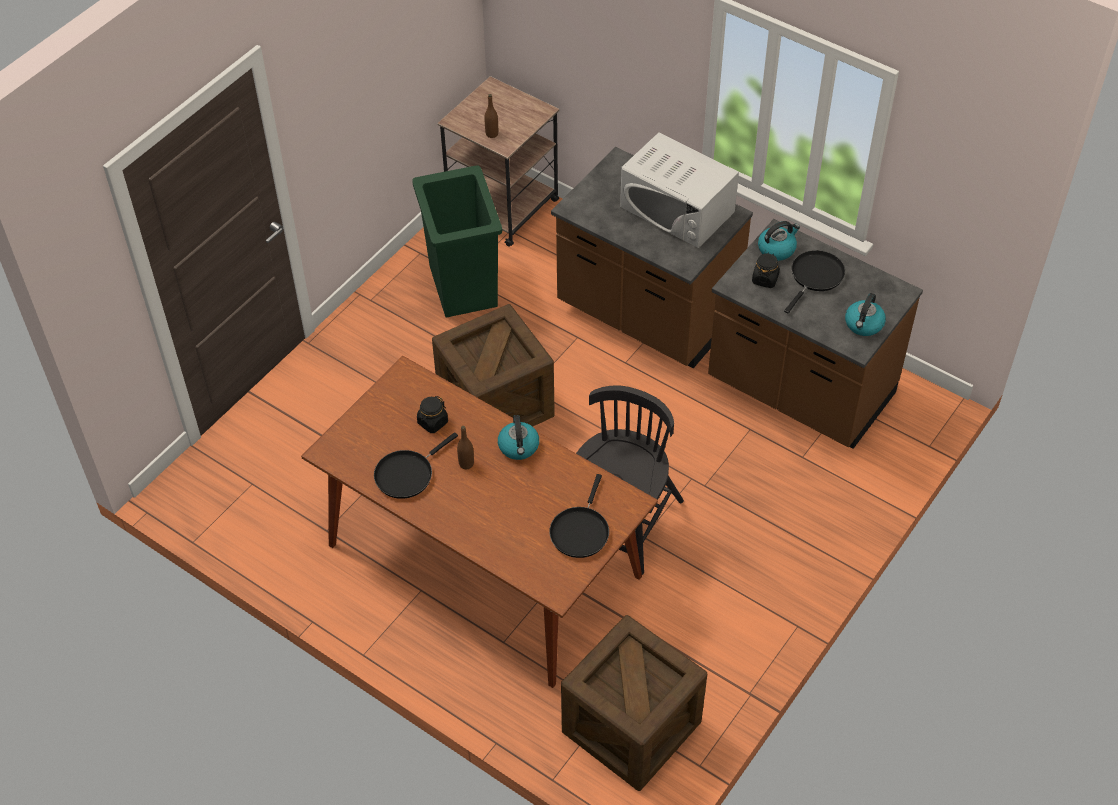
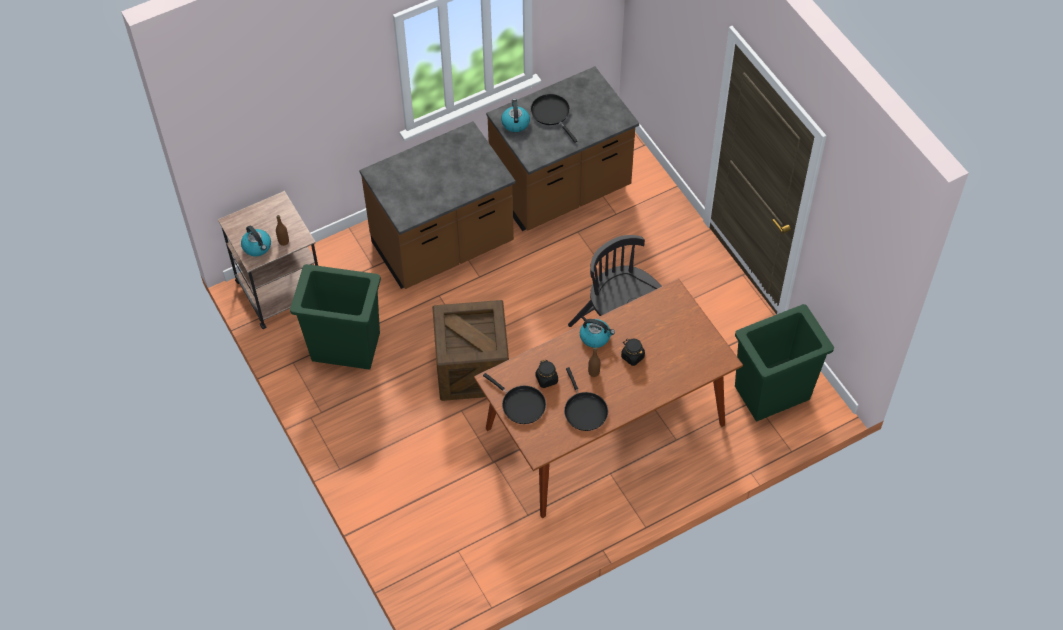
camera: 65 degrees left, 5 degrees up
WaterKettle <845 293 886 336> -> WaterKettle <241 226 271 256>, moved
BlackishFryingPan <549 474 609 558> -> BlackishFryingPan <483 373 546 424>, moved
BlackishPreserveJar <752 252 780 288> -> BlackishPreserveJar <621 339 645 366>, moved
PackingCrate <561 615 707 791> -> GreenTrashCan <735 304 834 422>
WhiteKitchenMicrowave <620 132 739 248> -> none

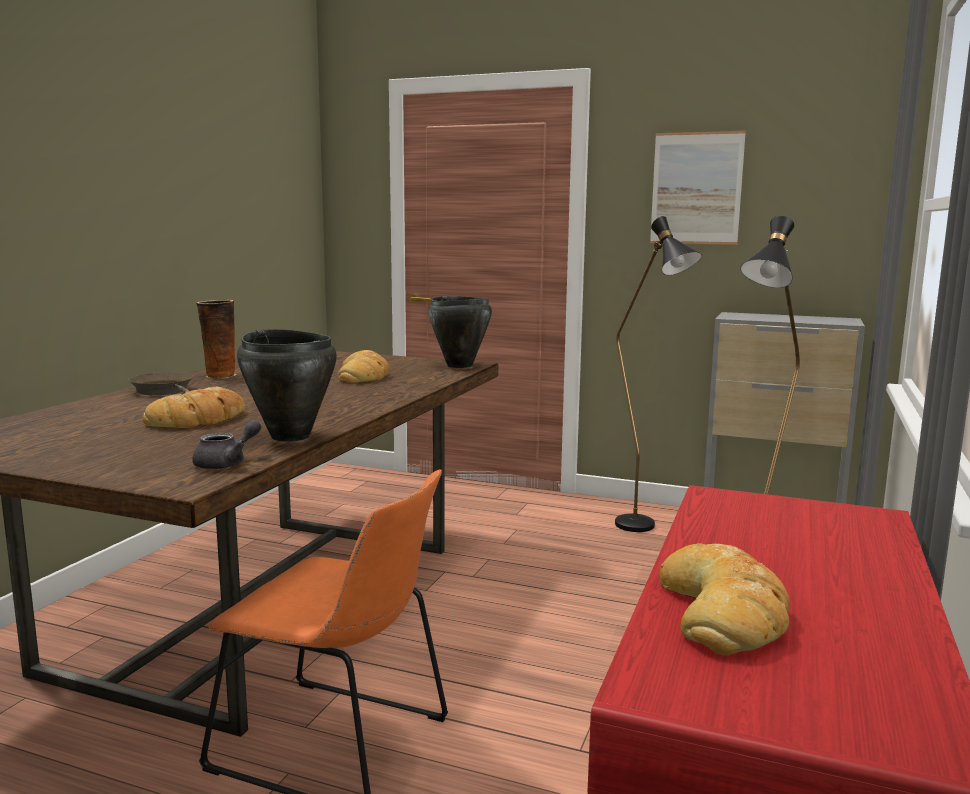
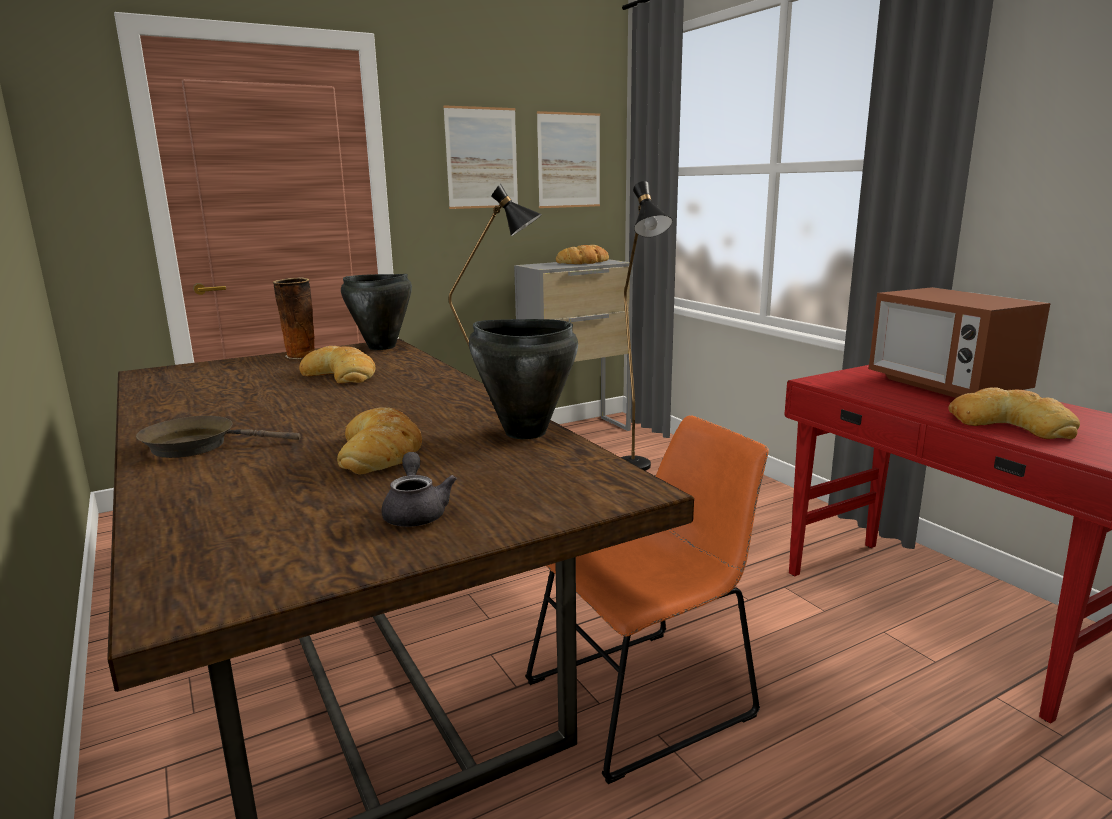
camera: 50 degrees left, 5 degrees up
DecorativeVase <196 300 237 379> -> DecorativeVase <273 277 315 359>, moved
GrayTeaPot <192 419 261 470> -> GrayTeaPot <381 452 457 527>, moved
none -> WallArt <537 111 600 208>
none -> BakeryBread <556 245 609 264>
none -> KitchenMicrowave <869 287 1051 398>

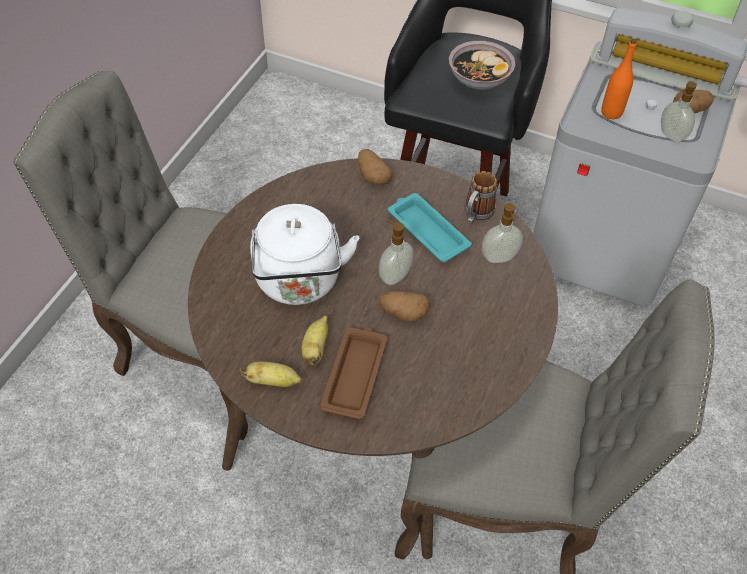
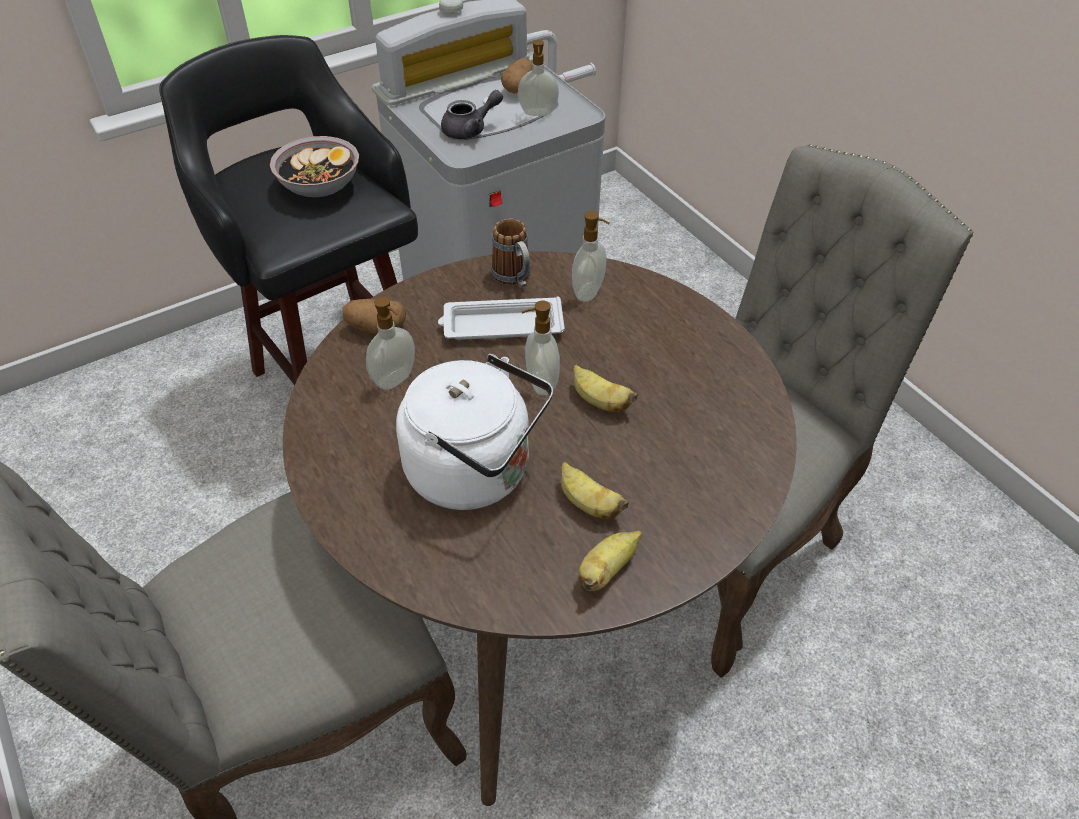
camera: 55 degrees left, 5 degrees down
none -> LiquidSoapBottle <366 296 415 390>
BlueGreenCarryingTray <388 193 472 262> -> WhiteCarryingTray <438 296 565 340>
OrangeyDrinkBottle <601 39 637 119> -> GrayTeaPot <441 90 503 139>
Potato <379 291 430 321> -> BananaFruit <573 365 638 412>
BrownCarryingTray <320 327 387 419> -> none

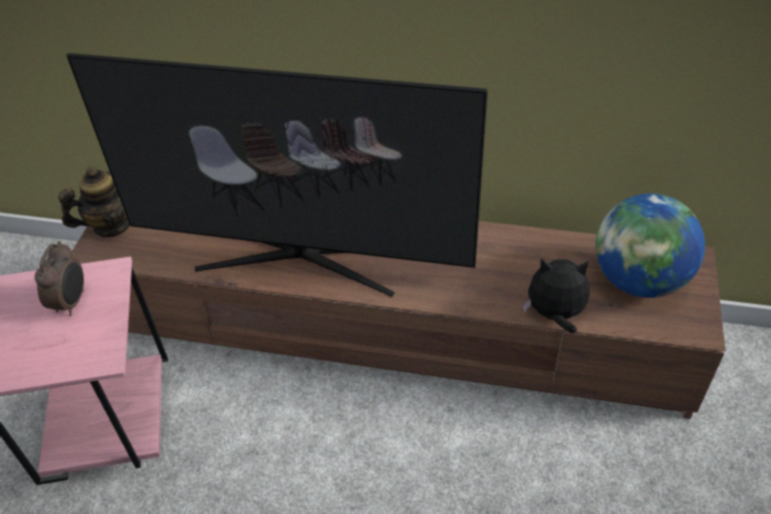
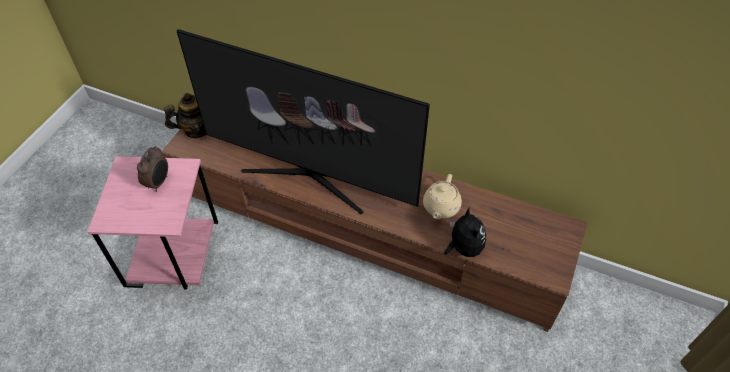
camera: 10 degrees right, 5 degrees up
none -> SandColouredTeaPot <423 174 462 220>
SoftToy <523 258 590 333> -> SoftToy <444 207 486 257>, 60 degrees clockwise
DeskGlobe <596 193 705 298> -> none

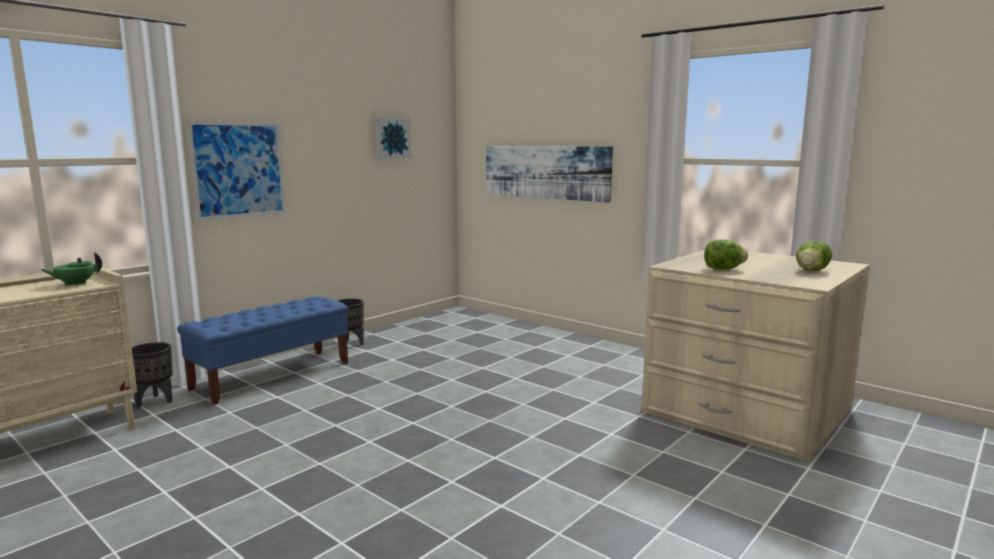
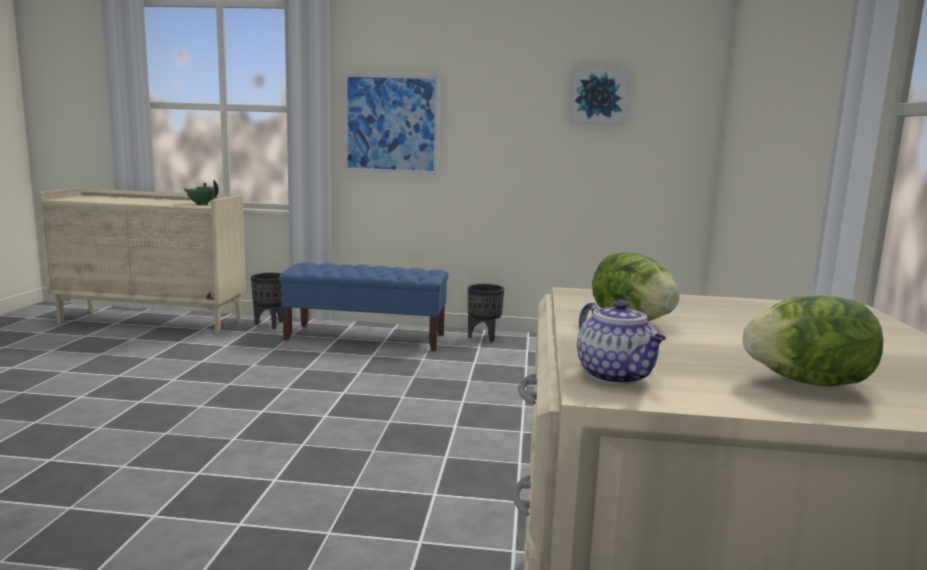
camera: 55 degrees right, 0 degrees up
none -> TeaPot <577 300 666 384>
WallArt <486 146 613 203> -> none

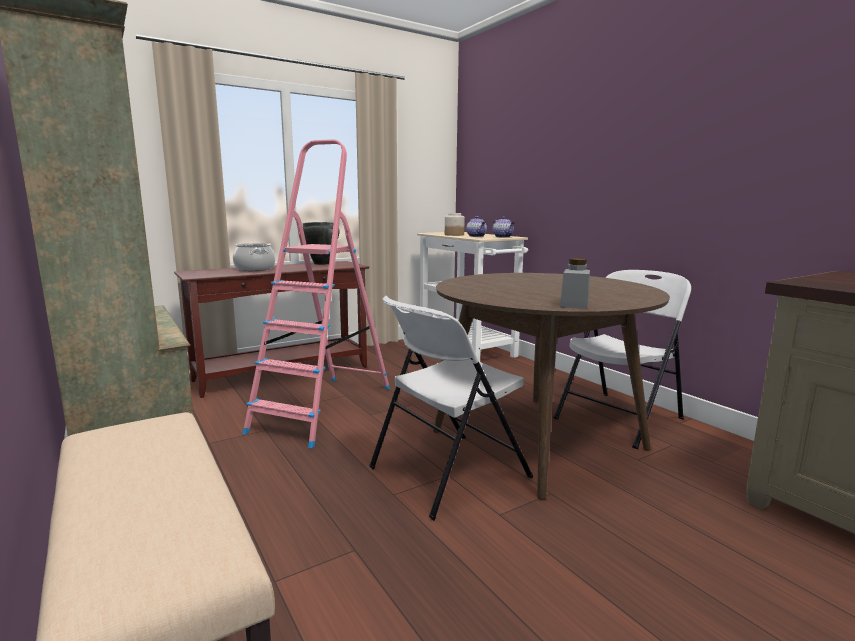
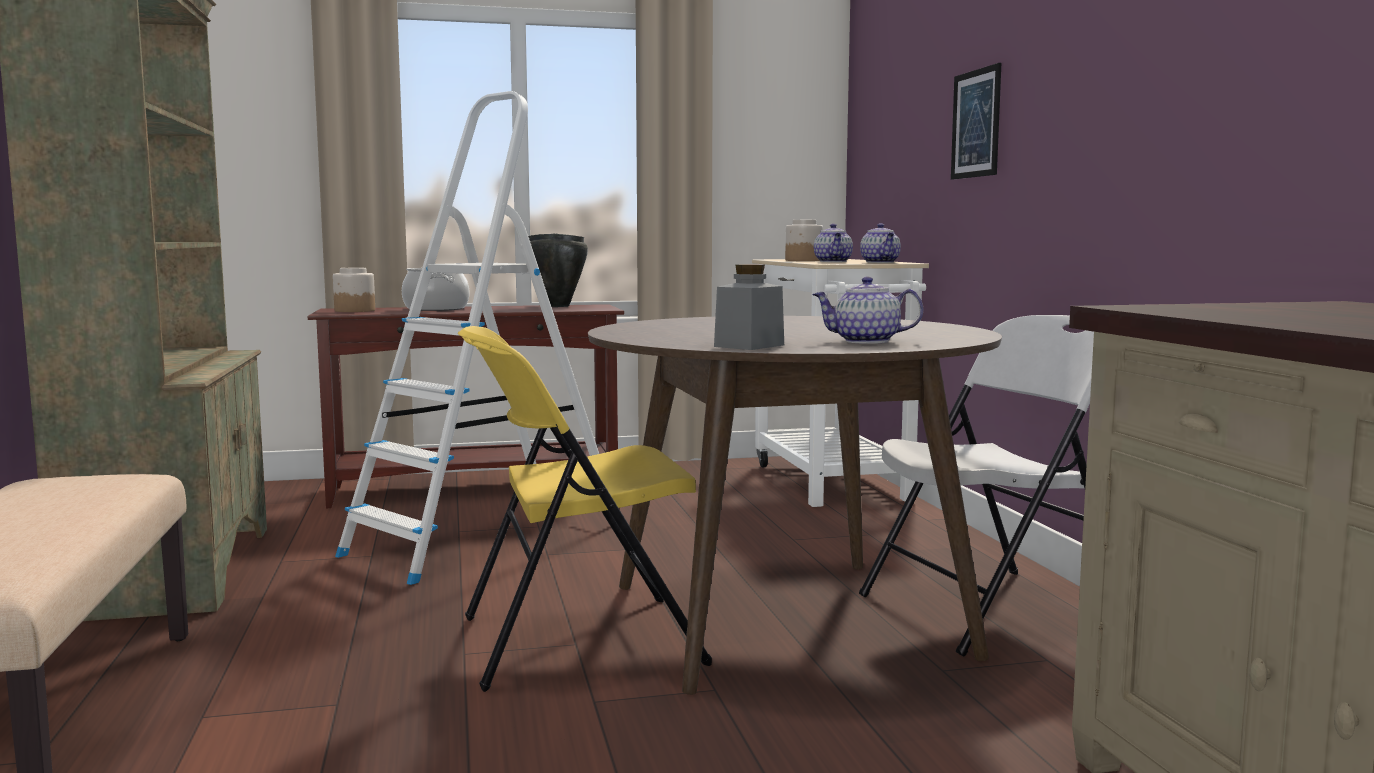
camera: 20 degrees right, 5 degrees down
none -> PreserveJar <333 268 375 312>
PinkishStepStool <242 139 390 449> -> WhiteStepStool <335 91 599 585>
WhitePlainChair <369 296 533 521> -> YellowPlainChair <458 326 712 692>
none -> TeaPot <813 277 923 344>
none -> WallArt <951 63 1001 180>

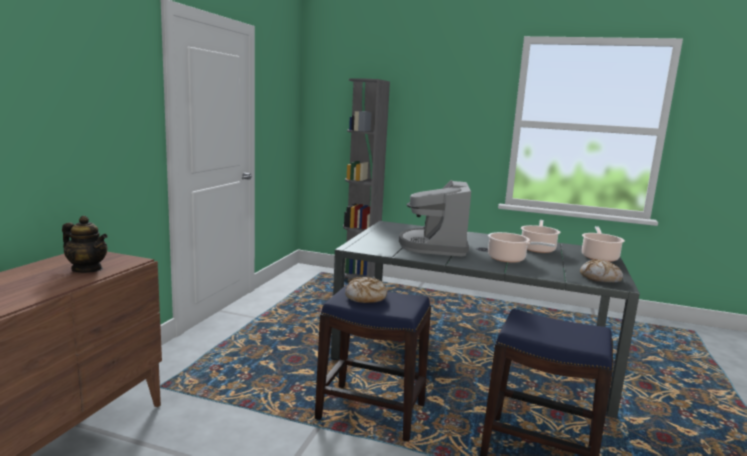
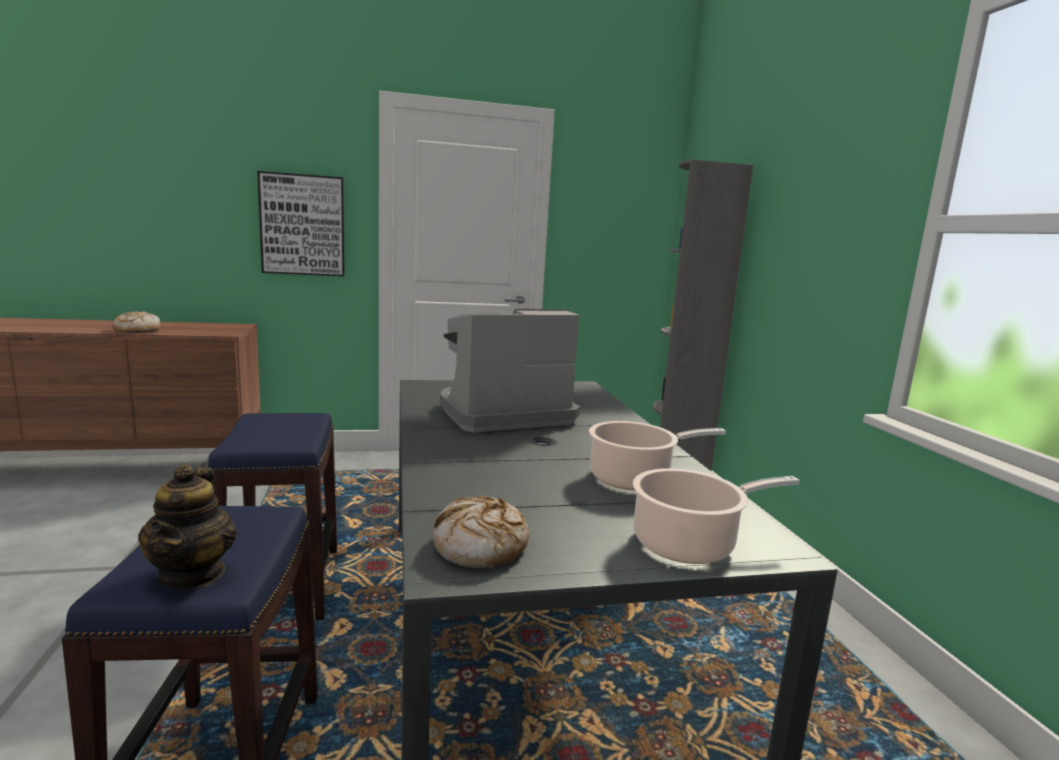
camera: 60 degrees right, 0 degrees up
BakeryBread <345 277 387 303> -> BakeryBread <112 311 161 333>, moved
TeaPot <62 216 108 273> -> TeaPot <138 464 237 590>, moved
none -> WallArt <257 171 345 276>
CookingPot <488 232 555 263> -> none

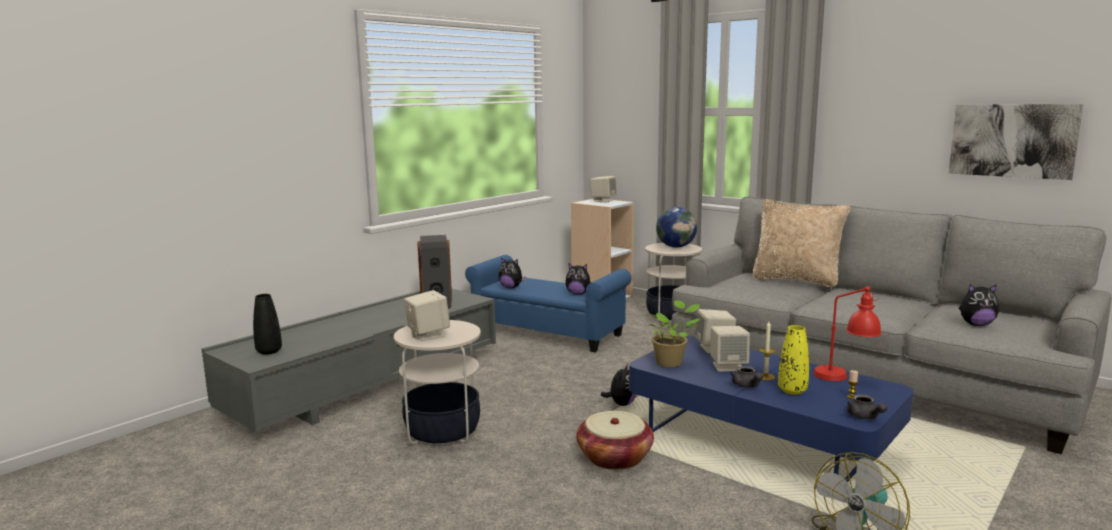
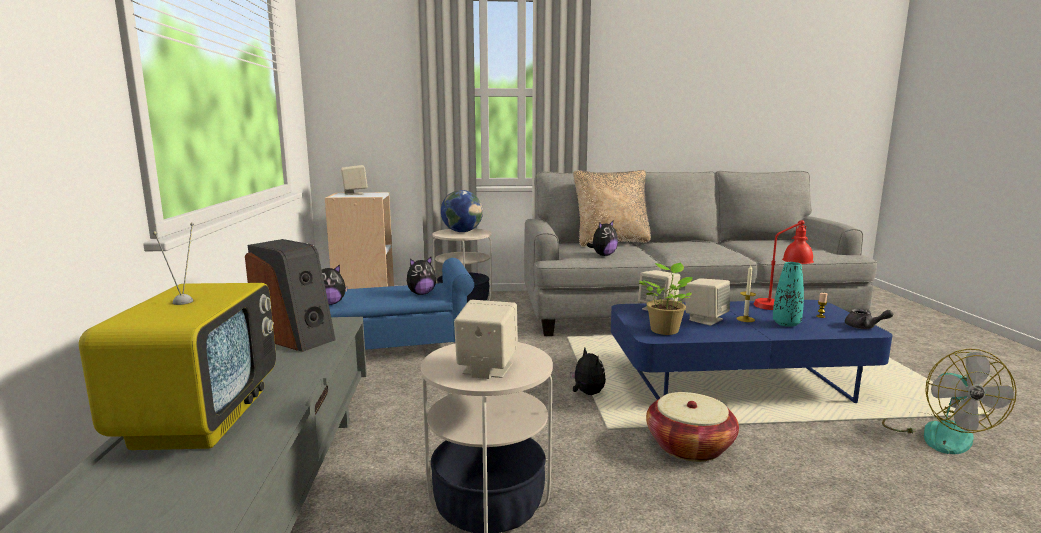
camera: 45 degrees left, 0 degrees up
none -> TvSet <79 222 276 450>
SoftToy <959 284 999 326> -> SoftToy <587 220 618 256>, moved
YellowDecorativeVase <778 325 809 395> -> BlueGreenDecorativeVase <773 262 804 327>
BlackishDecorativeVase <253 294 282 355> -> none
GrayTeaPot <730 366 763 388> -> none
WallArt <949 104 1084 180> -> none

